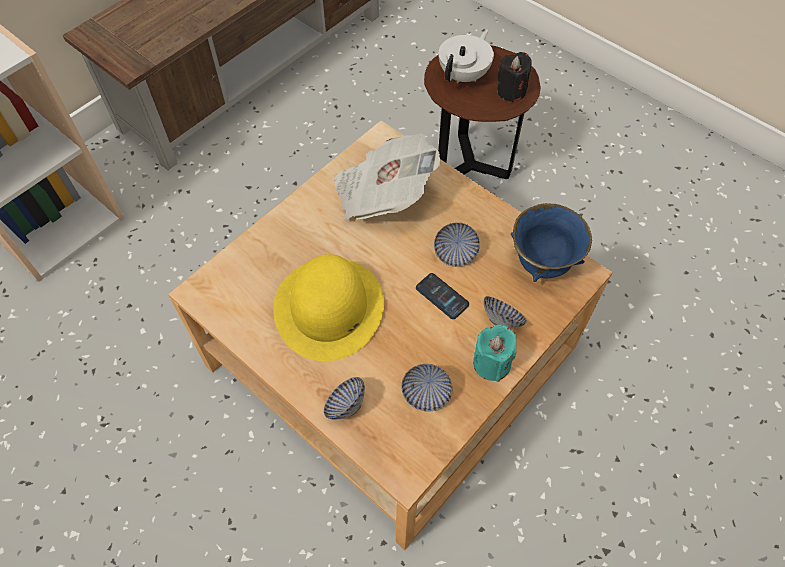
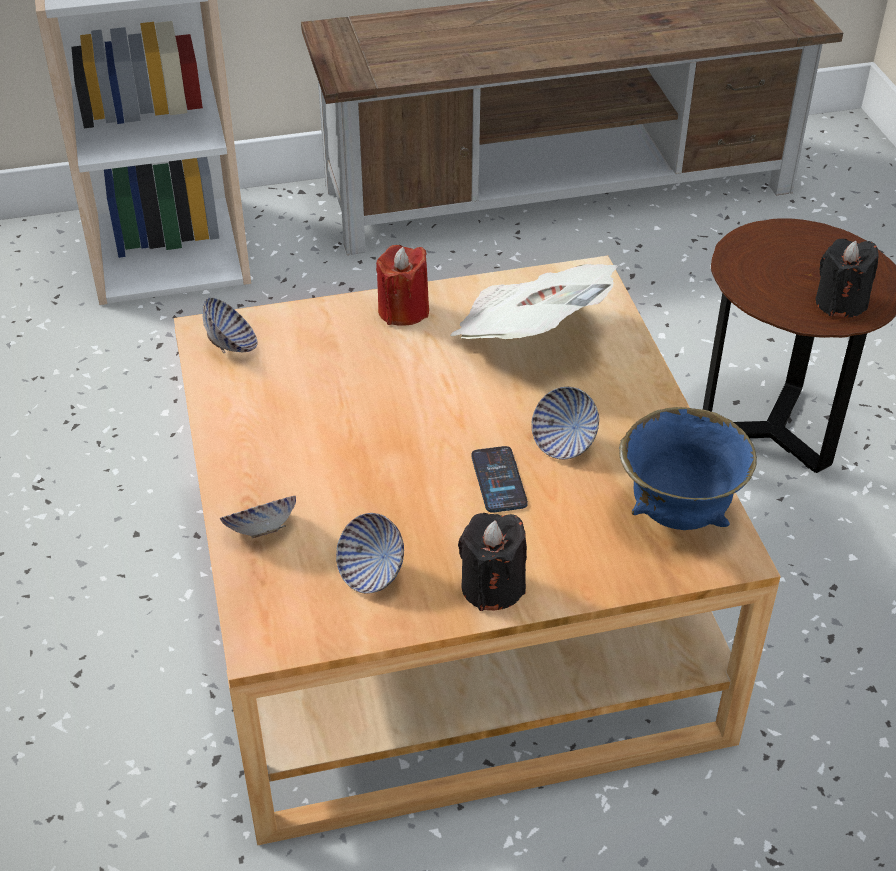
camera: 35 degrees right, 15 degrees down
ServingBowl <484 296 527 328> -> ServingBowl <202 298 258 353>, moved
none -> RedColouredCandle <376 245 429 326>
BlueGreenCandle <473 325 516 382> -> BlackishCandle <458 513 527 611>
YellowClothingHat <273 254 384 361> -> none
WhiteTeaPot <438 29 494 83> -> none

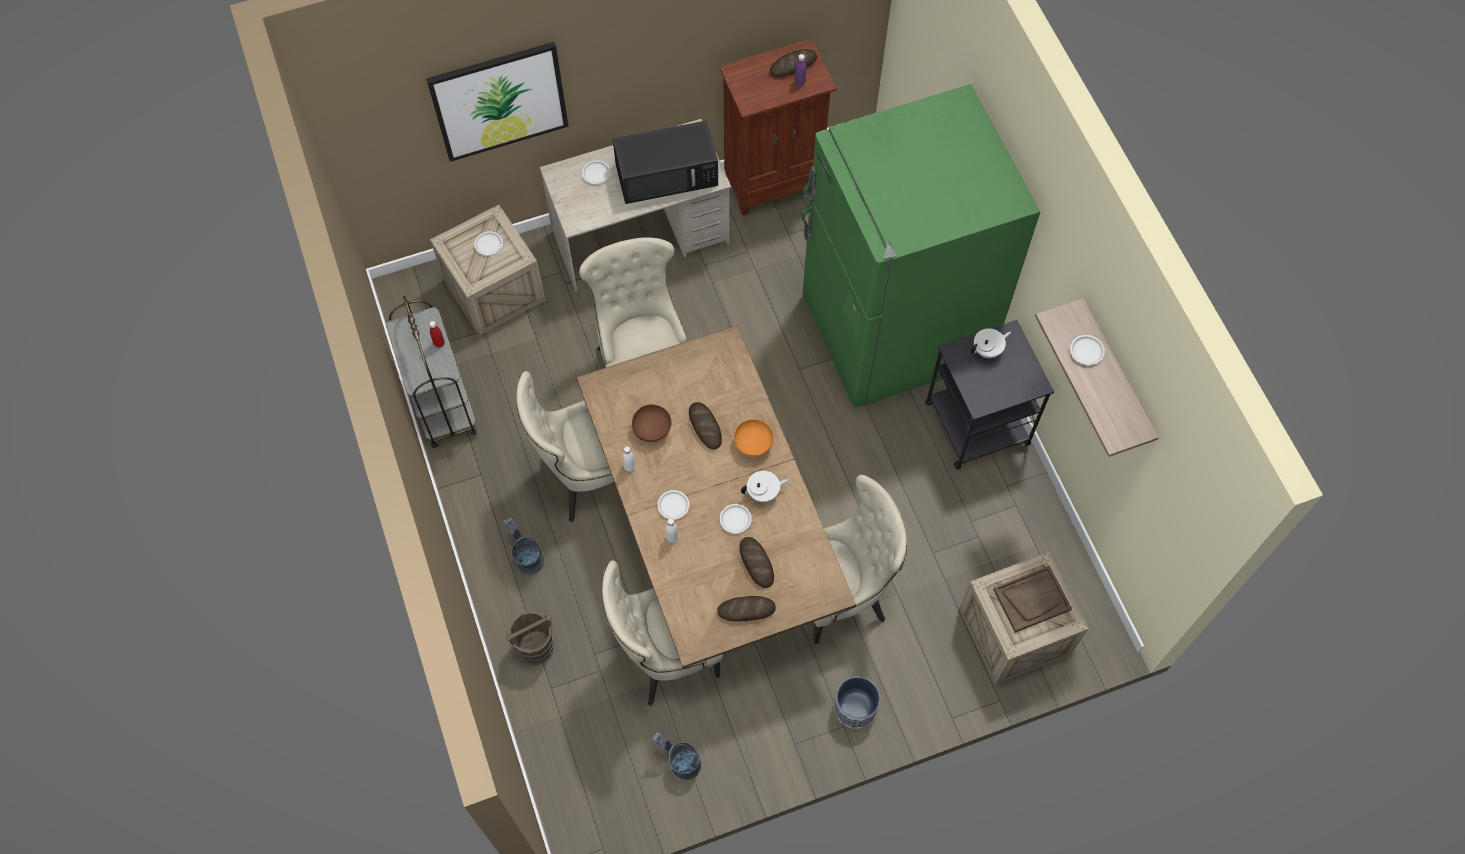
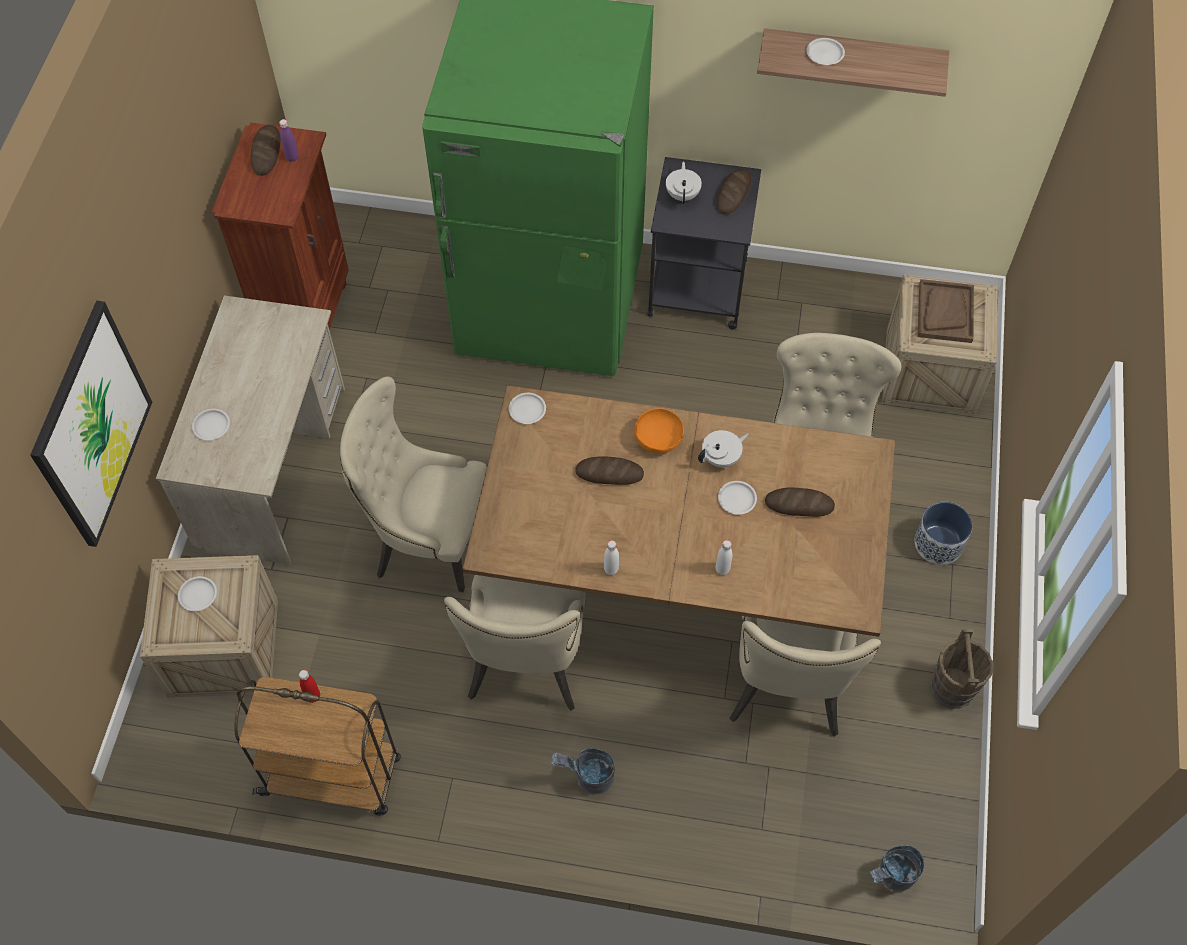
camera: 60 degrees left, 5 degrees down
GrayTrolley <386 296 477 448> -> BrownTrolley <234 677 401 815>
WhiteFlatDish <658 490 689 520> -> WhiteFlatDish <509 393 546 424>, moved
WhiteTeaPot <741 471 789 503> -> WhiteTeaPot <698 430 749 468>, 45 degrees clockwise
BakeryBread <717 596 776 622> -> BakeryBread <716 169 752 215>, moved
GrayPail <652 732 701 780> -> GrayPail <869 845 924 891>, moved
BrownPail <505 611 554 665> -> BrownPail <930 629 993 709>, moved
BlackishKitchenMicrowave <613 120 718 204> -> none
BrownServingBowl <632 404 671 442> -> none

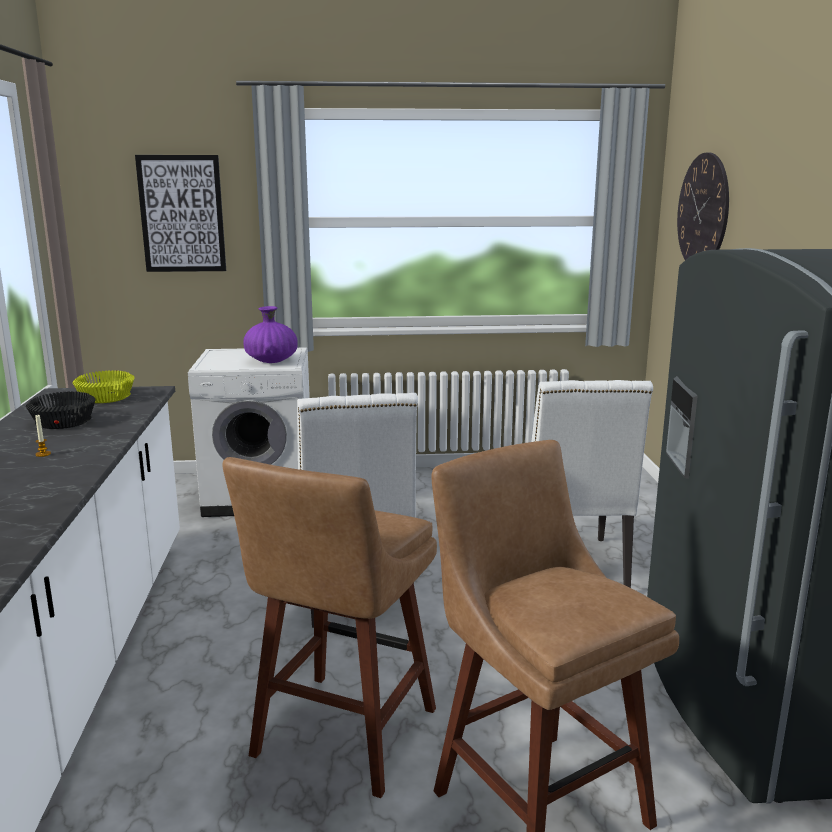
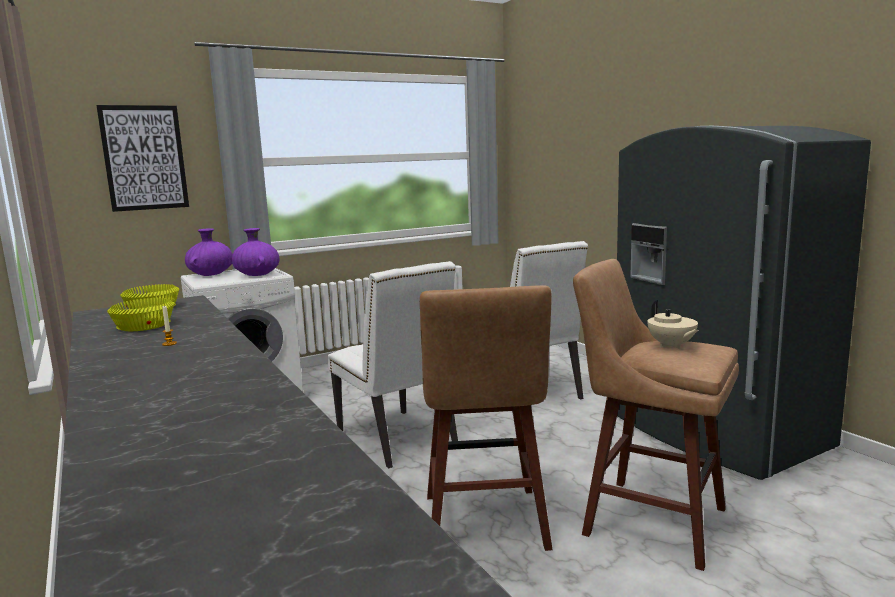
camera: 25 degrees left, 5 degrees down
BlackishServingBowl <26 391 96 429> -> YellowServingBowl <107 298 174 331>
none -> PurpleDecorativeVase <185 228 233 276>
none -> SandColouredTeaPot <647 300 699 349>
HangingClock <677 153 729 260> -> none

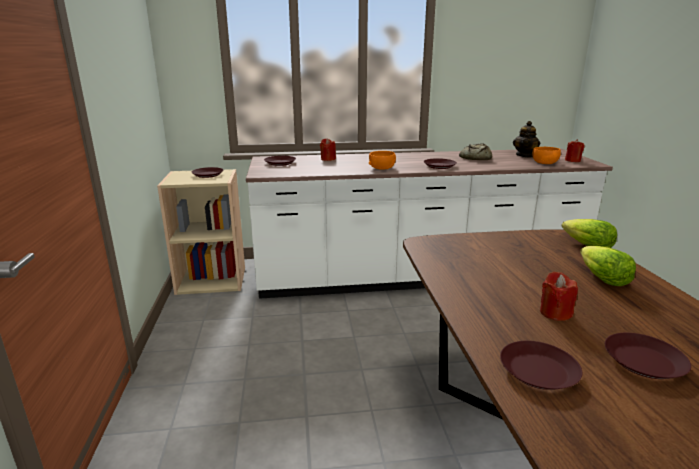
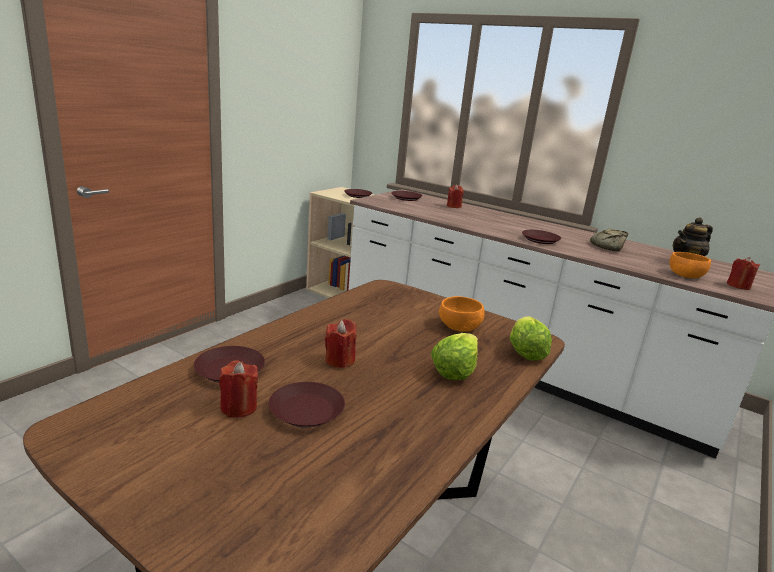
camera: 40 degrees right, 0 degrees up
none -> RedColouredCandle <219 360 258 418>
OrangeyServingBowl <369 151 396 170> -> OrangeyServingBowl <439 296 485 332>, moved

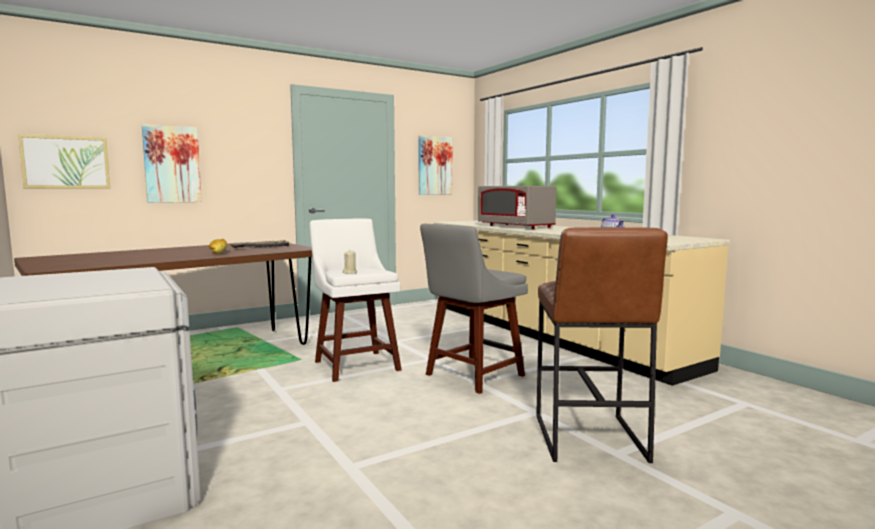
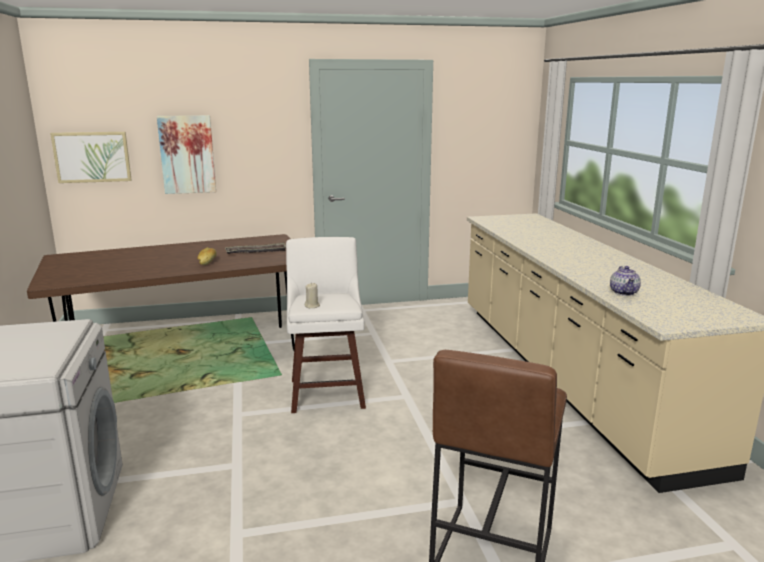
camera: 20 degrees right, 10 degrees up
WallArt <418 135 452 195> -> none
GrayStoolSeat <420 224 528 394> -> none
GrayKitchenMicrowave <478 186 556 229> -> none

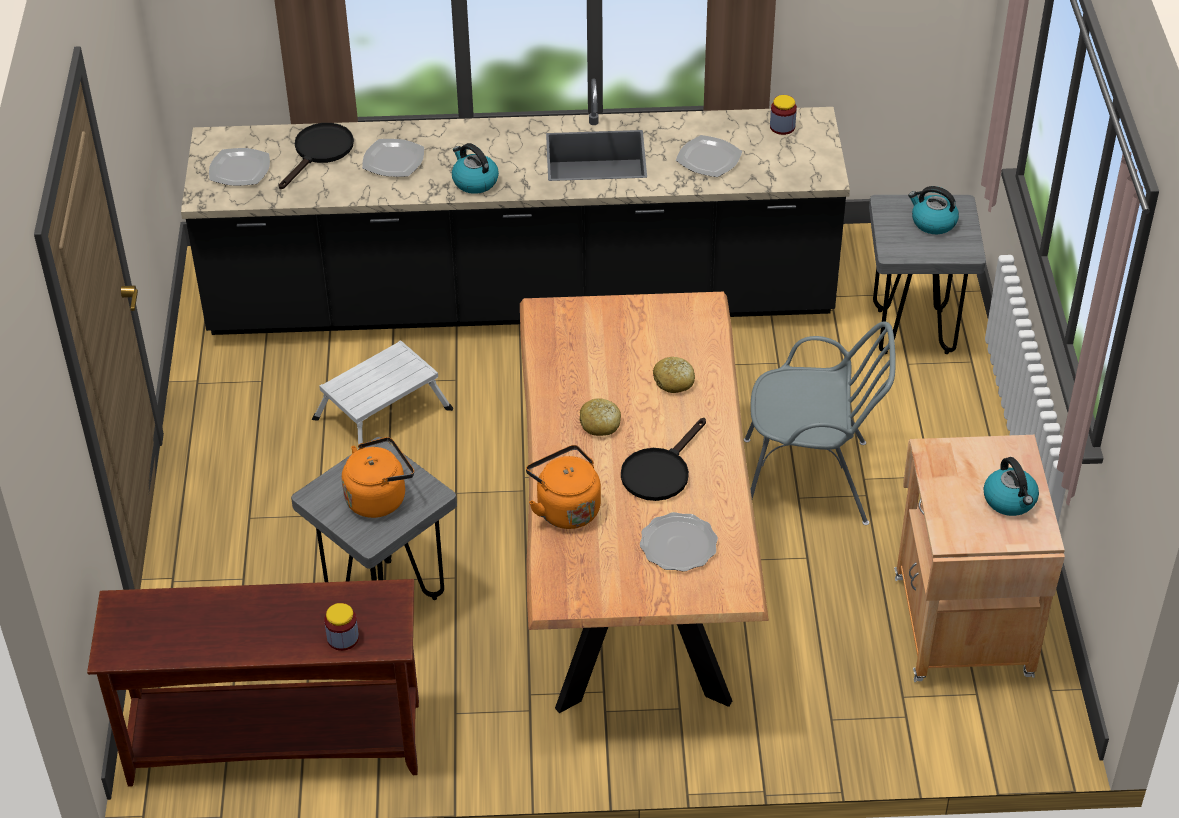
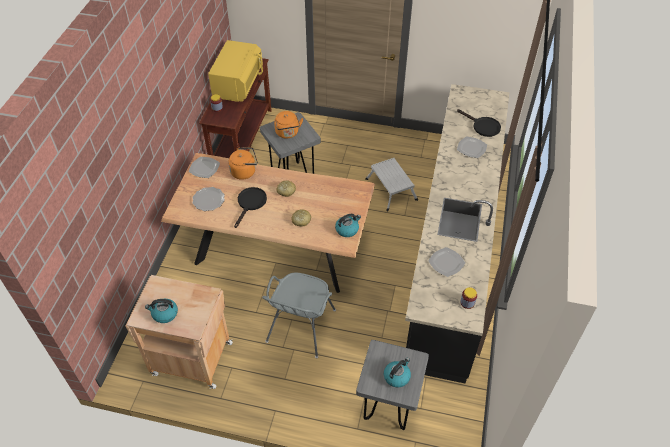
camera: 105 degrees right, 5 degrees up
FlatDish <209 148 270 186> -> FlatDish <189 157 220 178>, moved
none -> YellowKitchenMicrowave <208 40 263 102>
BlackishFryingPan <621 418 706 501> -> BlackishFryingPan <234 187 267 228>, 60 degrees clockwise
WaterKettle <452 143 499 194> -> WaterKettle <335 214 361 237>, moved

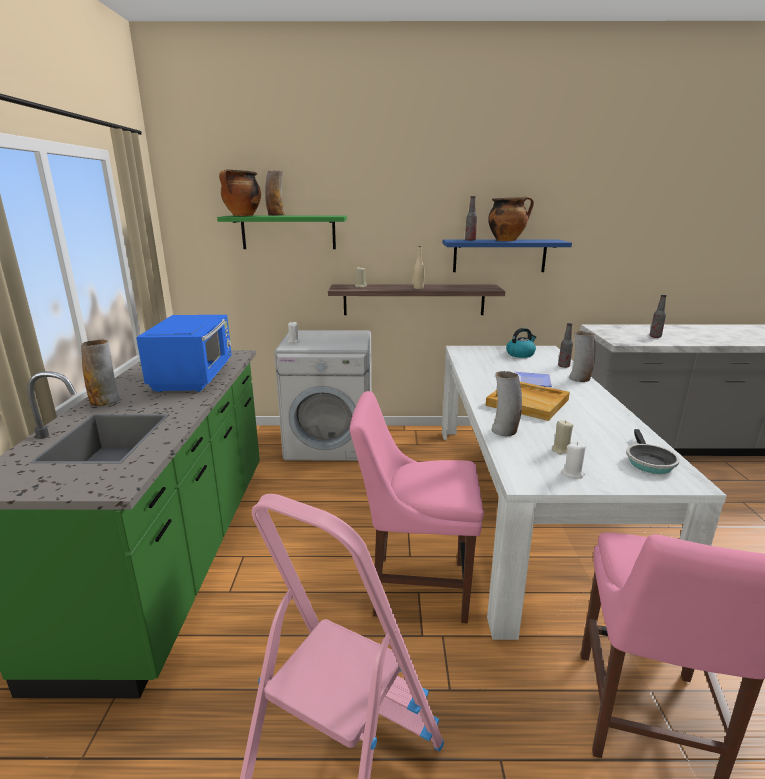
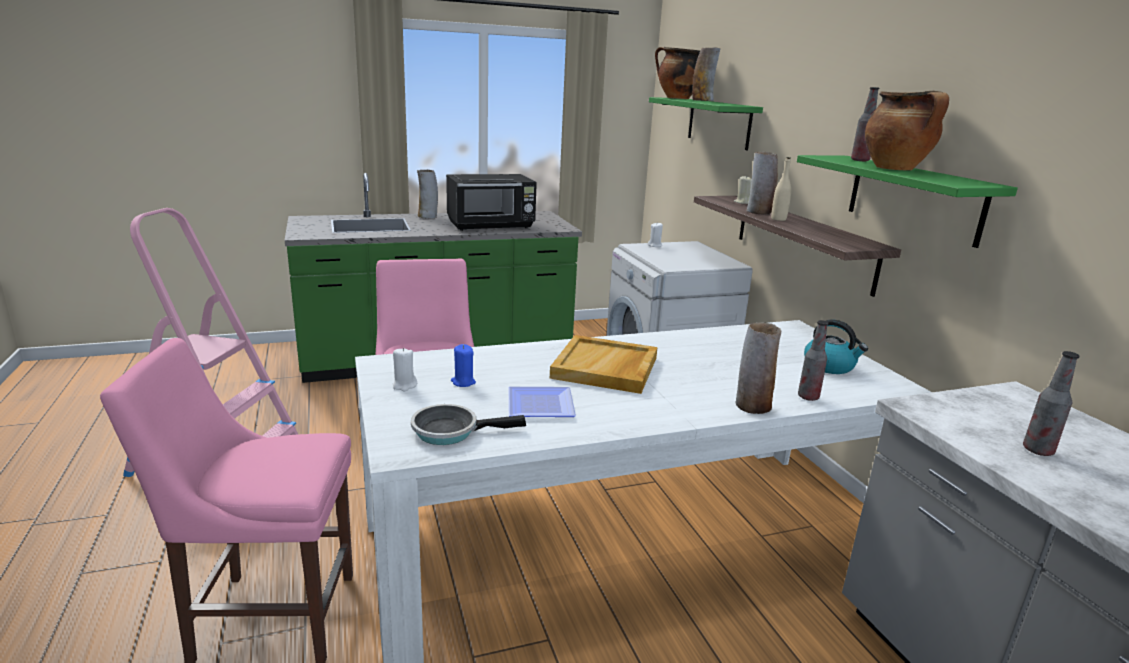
camera: 70 degrees right, 0 degrees up
BlueKitchenMicrowave <136 315 232 392> -> BlackishKitchenMicrowave <446 174 537 231>
SandColouredCandle <552 420 573 455> -> BlueCandle <451 344 476 387>
FlatDish <514 372 552 387> -> FlatDish <508 387 576 417>, moved
DecorativeVase <492 371 522 436> -> DecorativeVase <747 152 778 214>, moved
BlueWallShelf <442 239 572 272> -> GreenWallShelf <797 155 1018 248>

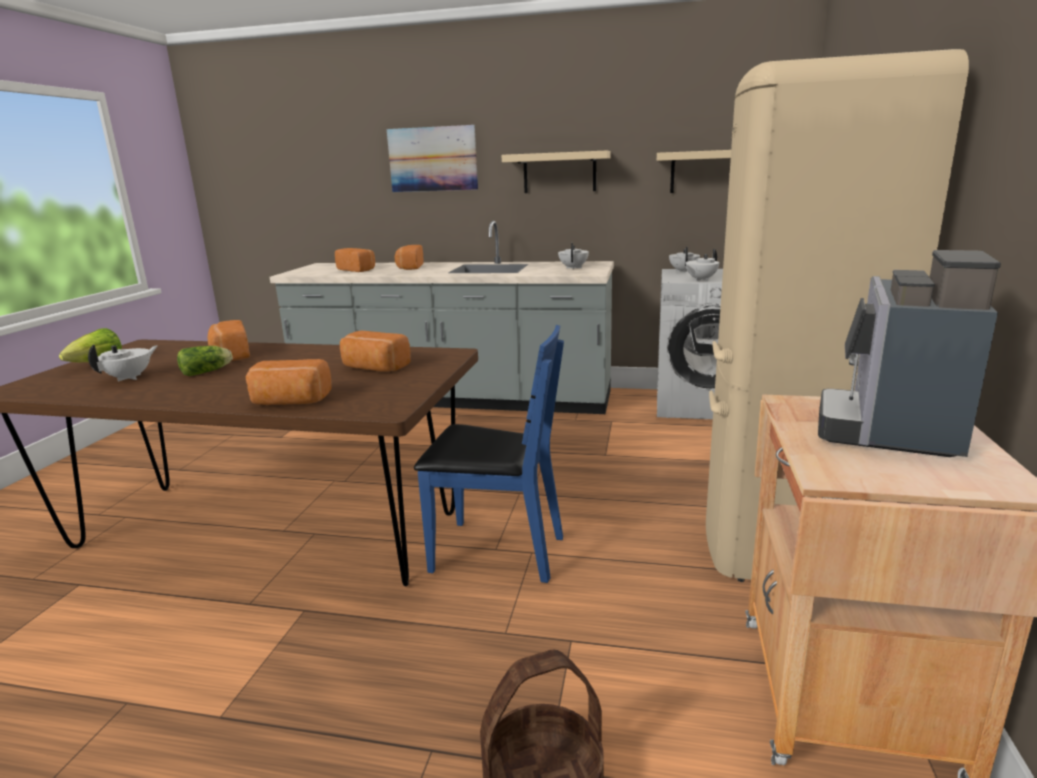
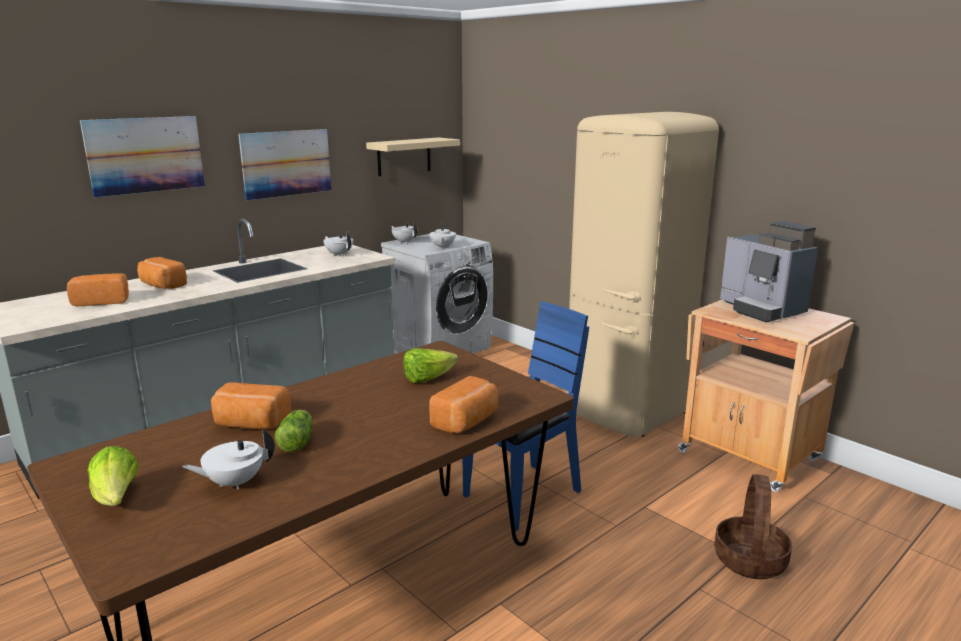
camera: 55 degrees left, 0 degrees up
WhiteTeaPot <88 345 158 381> -> WhiteTeaPot <182 429 275 489>, 90 degrees counterclockwise
SandColouredWallShelf <501 151 611 193> -> WallArt <238 129 331 200>
BakeryBread <340 331 411 372> -> HeadOfLettuce <403 348 458 383>

